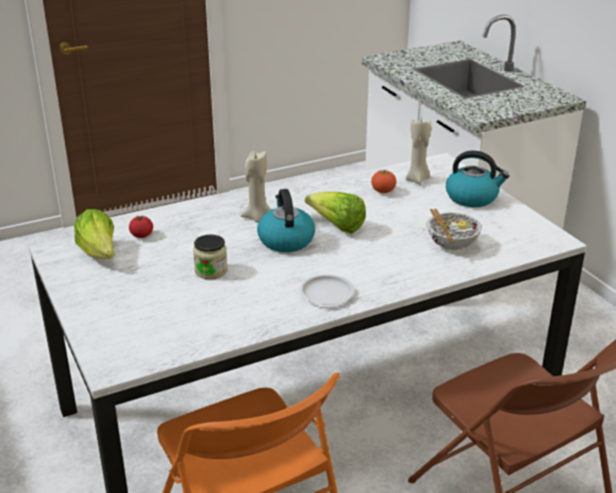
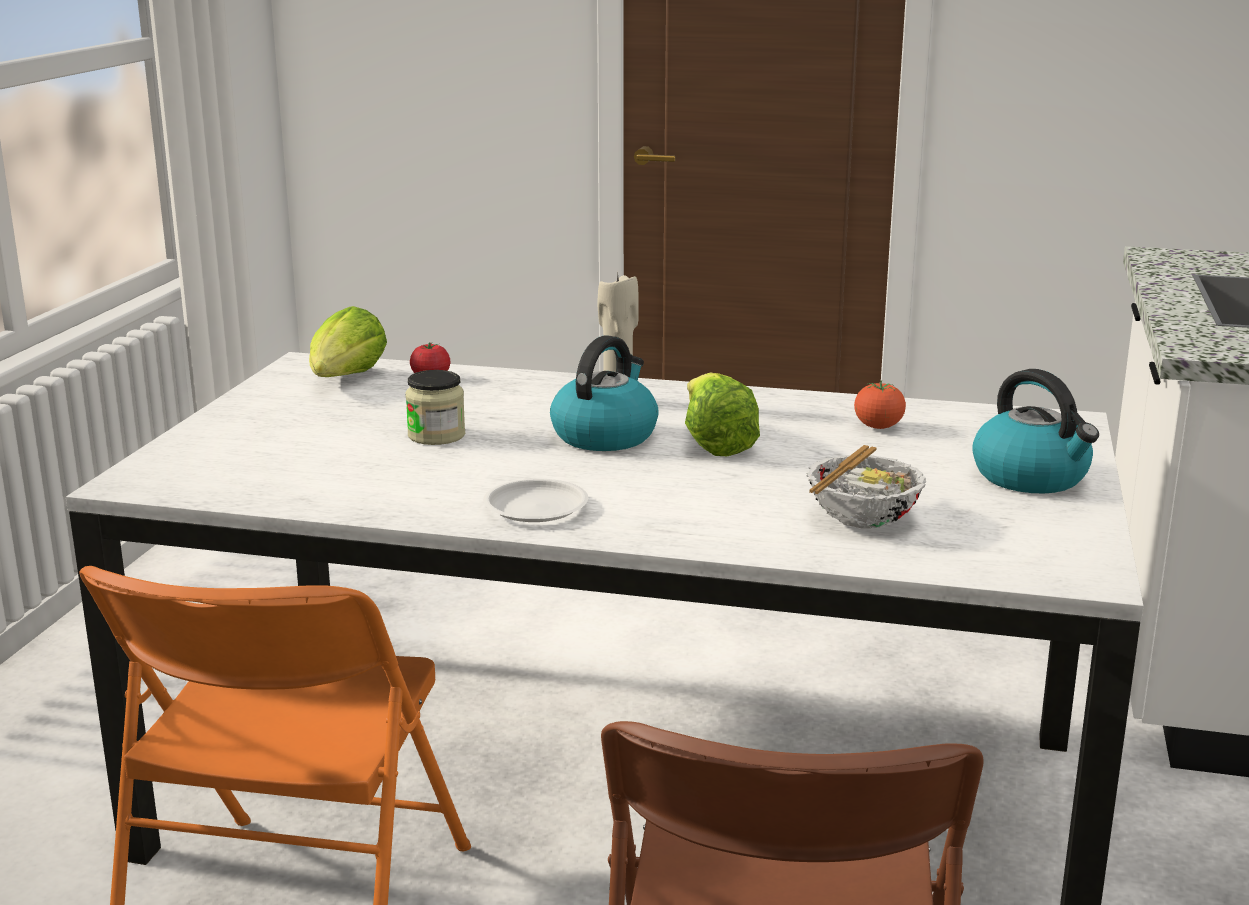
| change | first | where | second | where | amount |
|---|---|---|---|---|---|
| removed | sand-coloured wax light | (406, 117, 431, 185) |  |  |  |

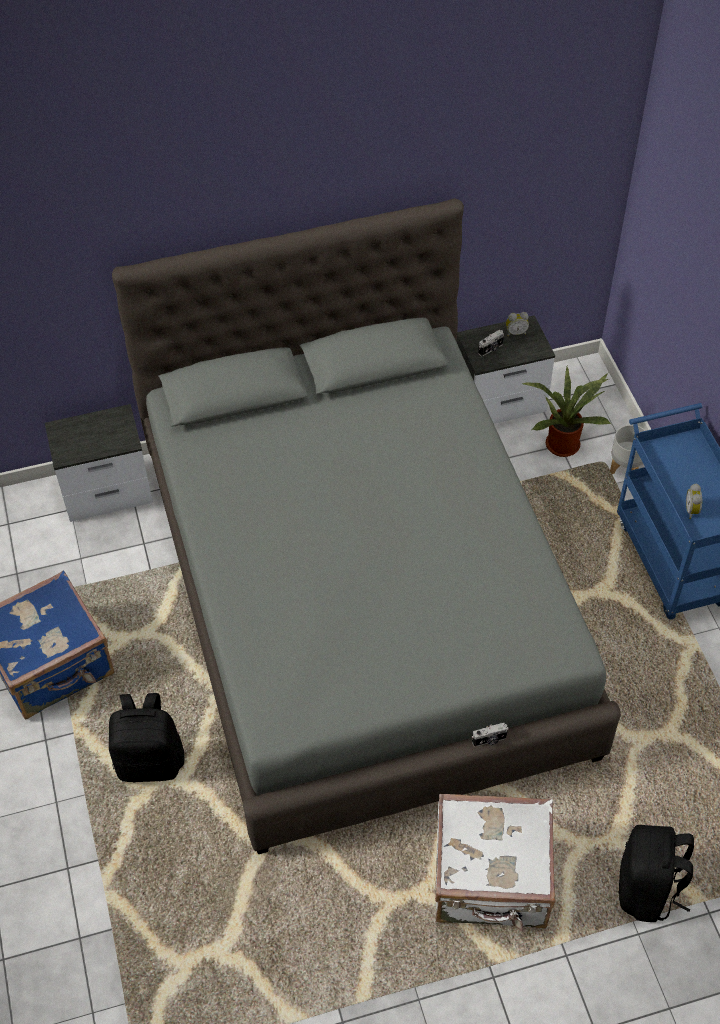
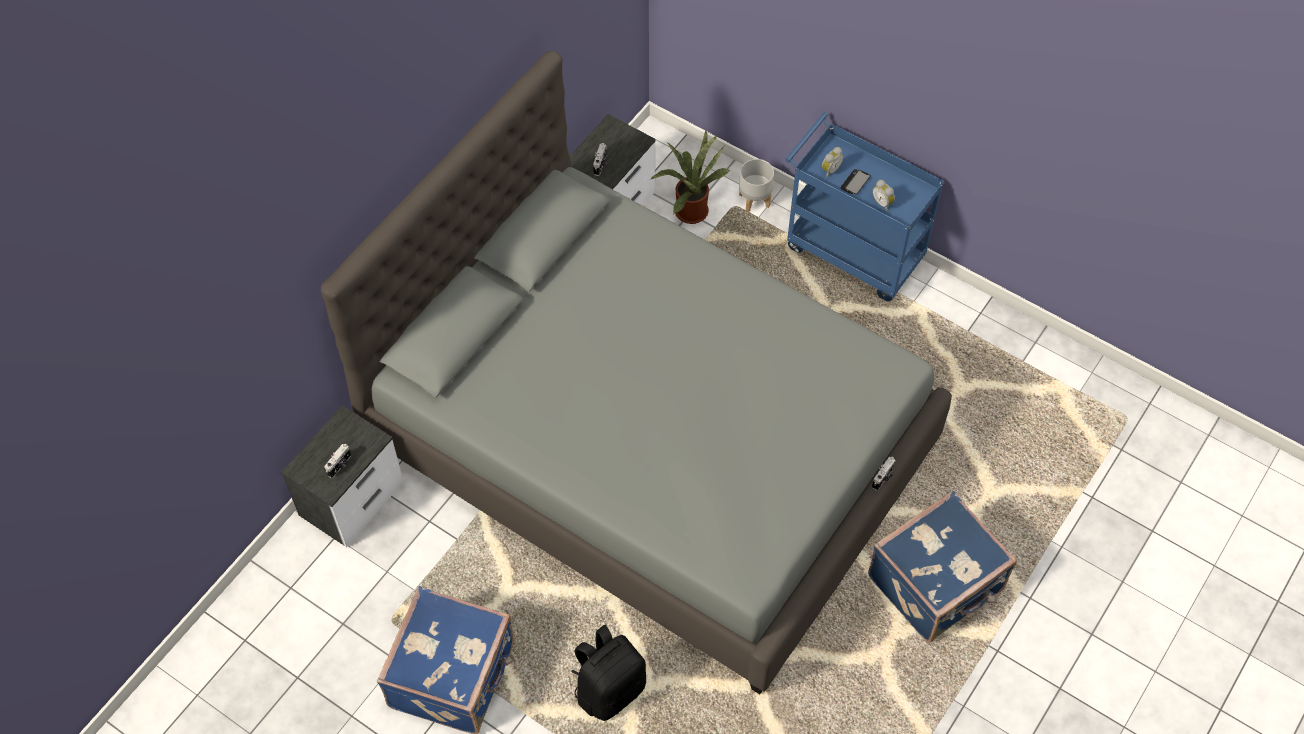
| change | first | where | second | where | amount |
|---|---|---|---|---|---|
| moved | alarm clock | (506, 312, 529, 336) |  | (822, 147, 844, 177) |  |
| recoloured | white piece of luggage | (435, 794, 555, 931) | blue-coloured piece of luggage | (868, 491, 1017, 643) |  |
| removed | black-coloured backpack | (619, 825, 694, 922) |  |  |  |
| added |  |  | handset | (840, 169, 871, 194) |  |
| added |  |  | photo camera | (324, 444, 351, 478) |  |

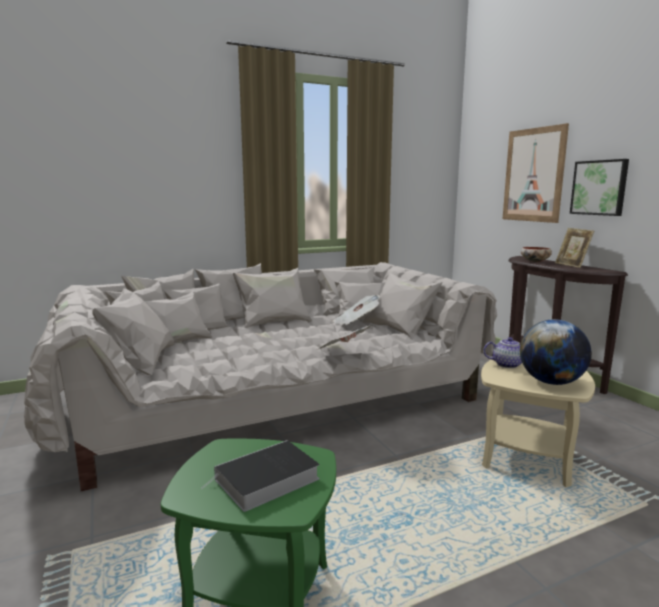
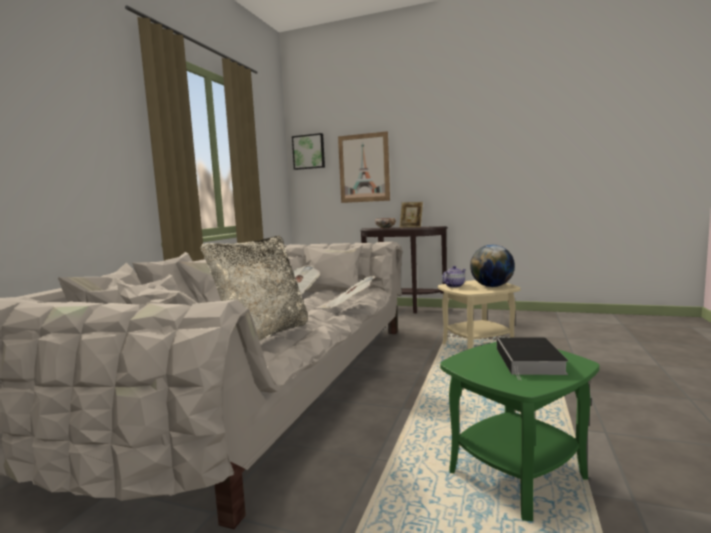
| change | first | where | second | where | amount |
|---|---|---|---|---|---|
| moved | wall picture | (570, 159, 629, 216) |  | (292, 133, 325, 170) |  |
| added |  |  | sand-coloured pillow | (201, 235, 308, 340) |  |

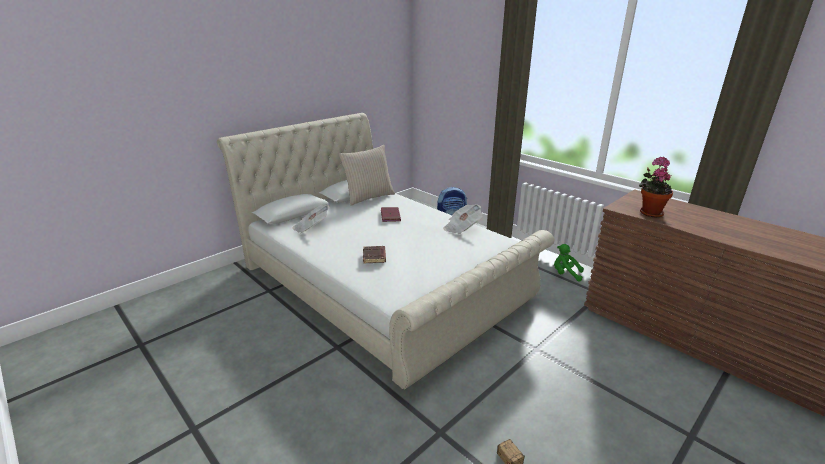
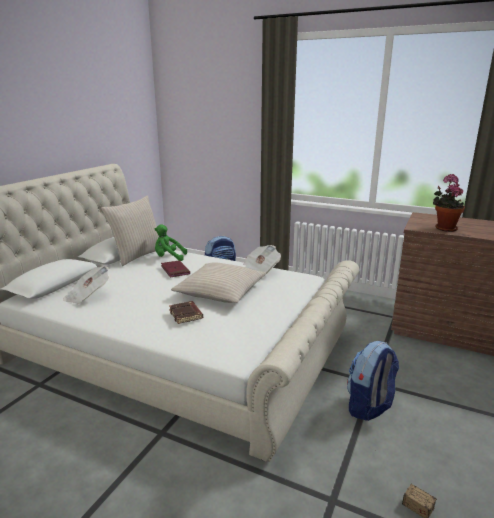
| change | first | where | second | where | amount |
|---|---|---|---|---|---|
| moved | green cuddly toy | (554, 244, 584, 281) |  | (154, 224, 187, 261) |  |
| added |  |  | sand-coloured pillow | (171, 262, 266, 303) |  |
| added |  |  | backpack | (347, 341, 399, 421) |  |

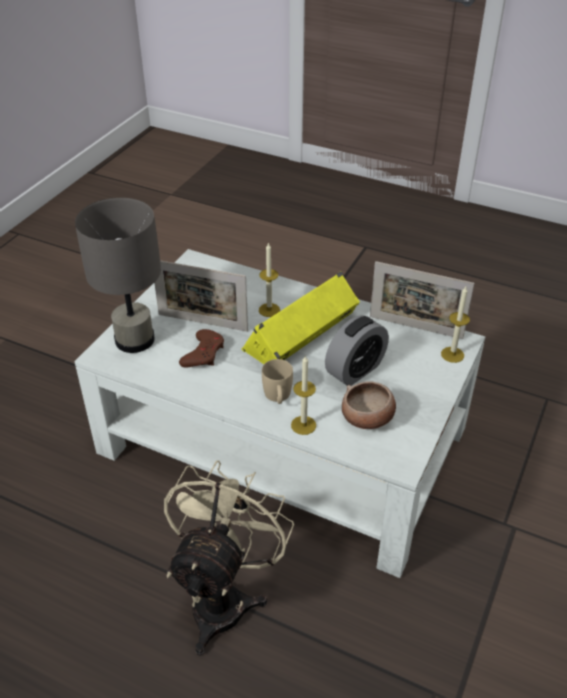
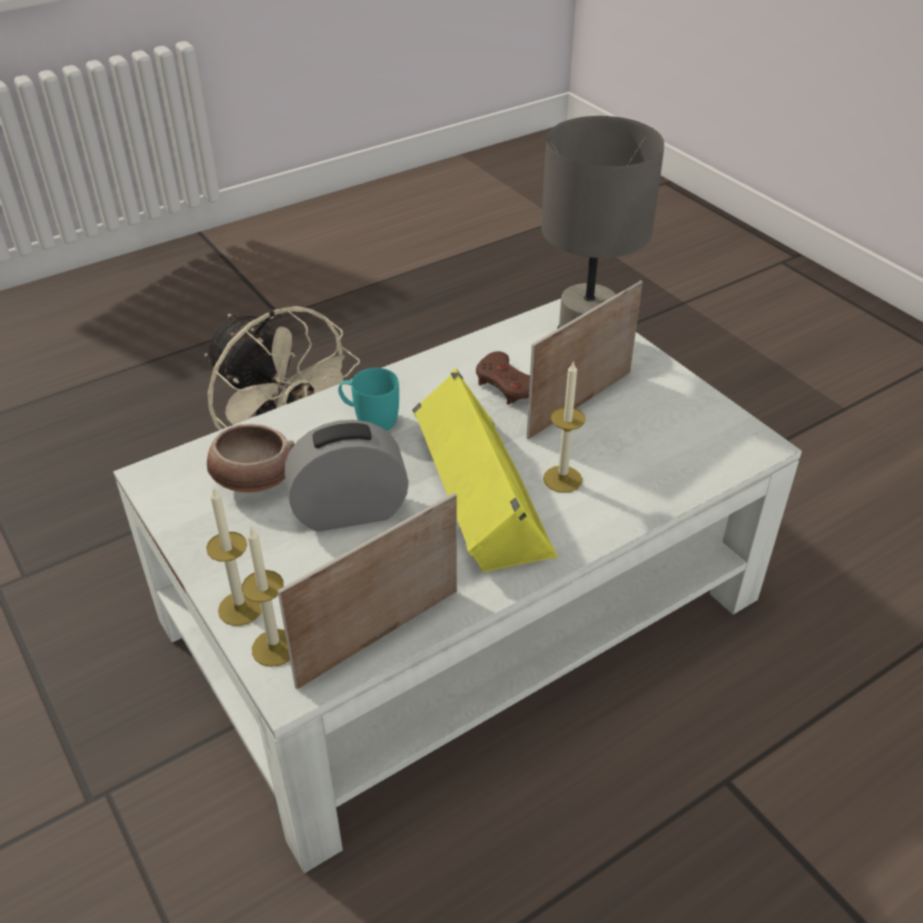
| change | first | where | second | where | amount |
|---|---|---|---|---|---|
| turned | alarm clock | (325, 315, 389, 386) |  | (285, 420, 409, 532) | 90 degrees clockwise |
| moved | wax light | (291, 355, 316, 435) |  | (206, 487, 262, 626) |  |
| recoloured | sand-coloured coffee mug | (262, 359, 293, 404) | turquoise coffee mug | (338, 368, 399, 431) |  |

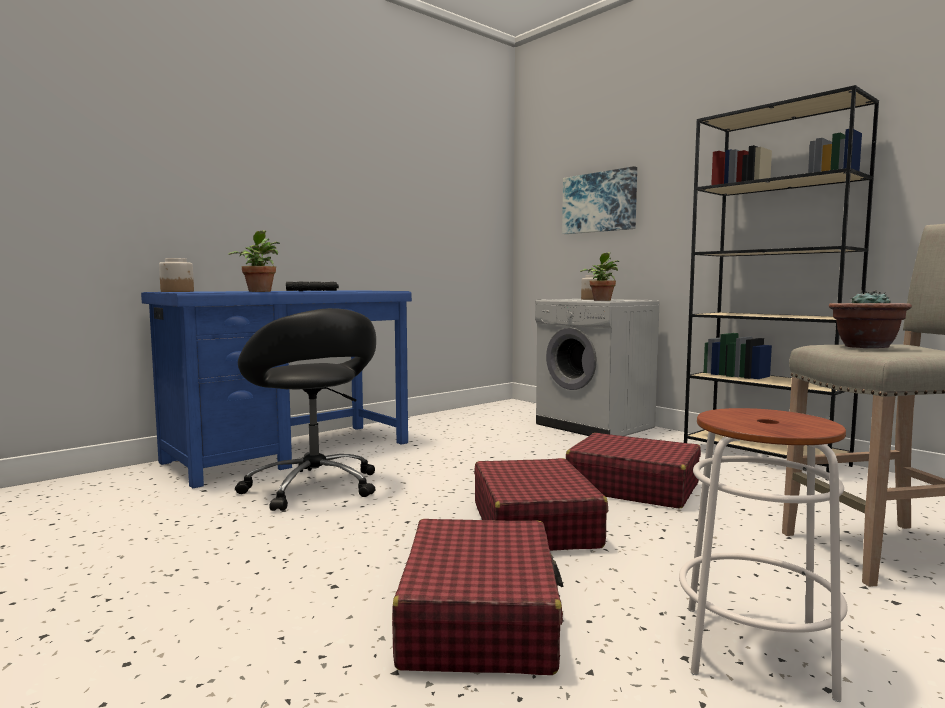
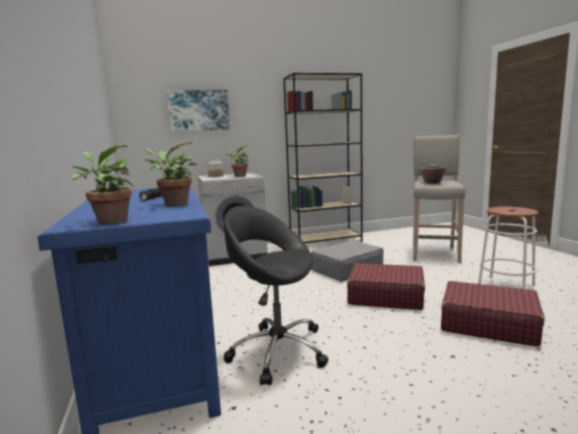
| change | first | where | second | where | amount |
|---|---|---|---|---|---|
| replaced | jar | (159, 258, 194, 292) | plant in a pot | (71, 145, 135, 225) |  |
| turned | black-coloured desk chair | (235, 308, 376, 511) |  | (224, 206, 328, 385) | 150 degrees counterclockwise |
| recoloured | reddish piece of luggage | (566, 433, 701, 509) | gray piece of luggage | (311, 240, 384, 282) |  |

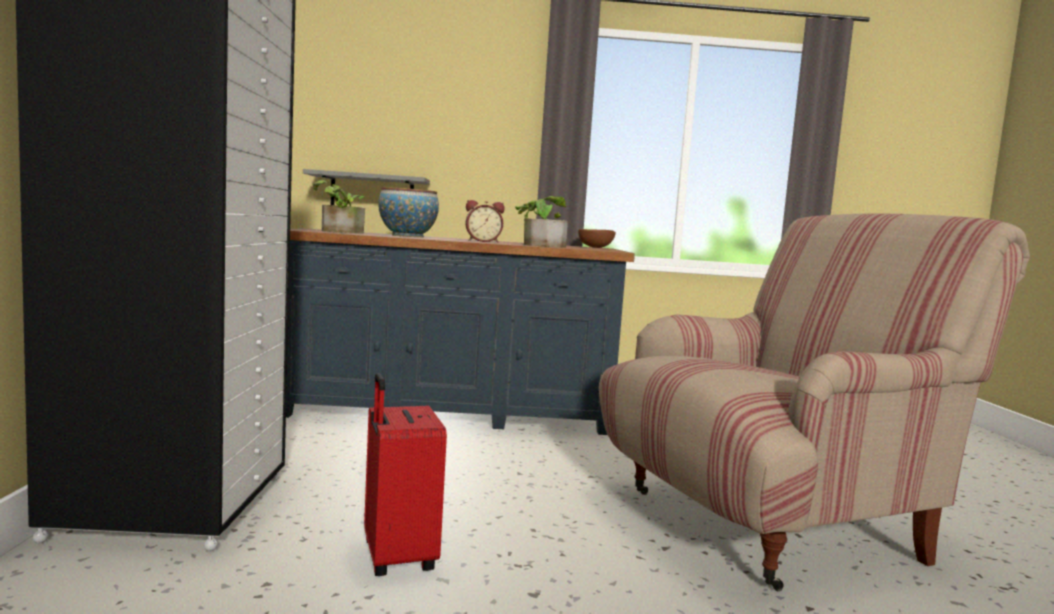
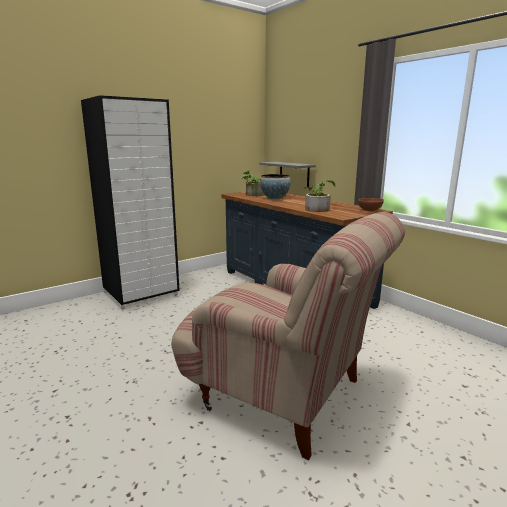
| change | first | where | second | where | amount |
|---|---|---|---|---|---|
| removed | alarm clock | (466, 200, 504, 243) |  |  |  |
| removed | reddish piece of luggage | (364, 373, 447, 576) |  |  |  |

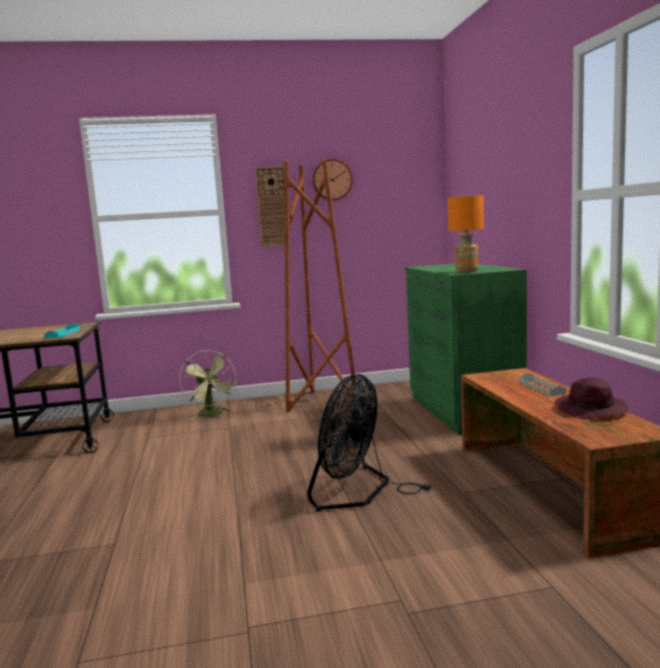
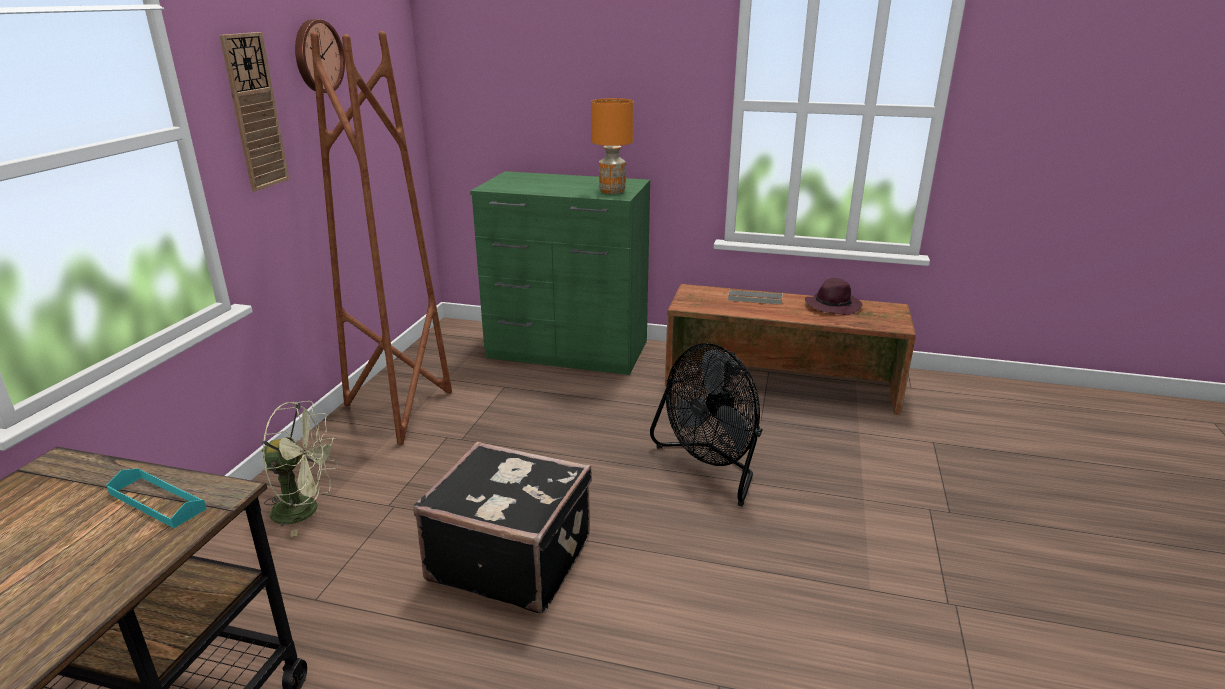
| change | first | where | second | where | amount |
|---|---|---|---|---|---|
| added |  |  | black-coloured piece of luggage | (413, 442, 592, 613) |  |

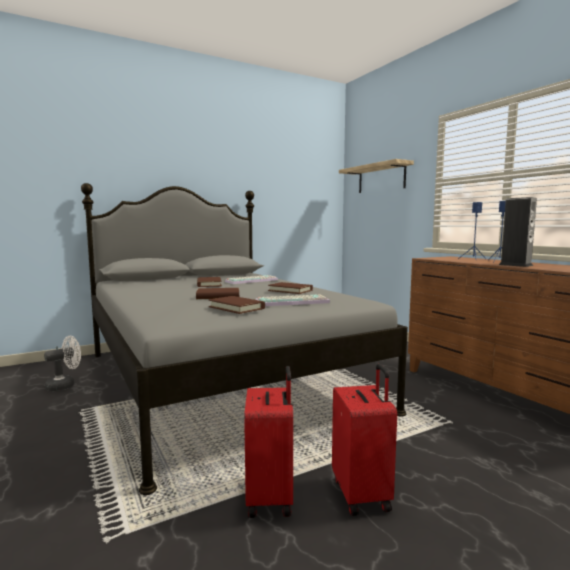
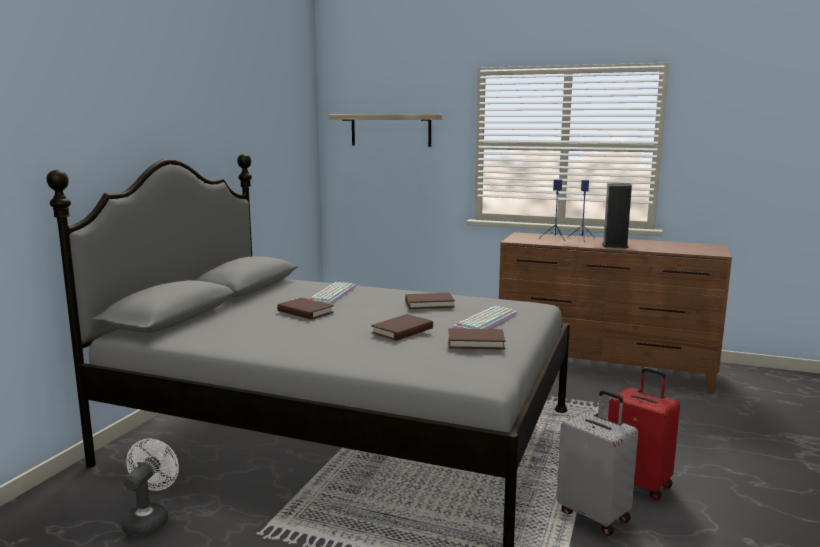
| change | first | where | second | where | amount |
|---|---|---|---|---|---|
| recoloured | reddish piece of luggage | (244, 366, 293, 518) | gray piece of luggage | (556, 390, 638, 536) |  |

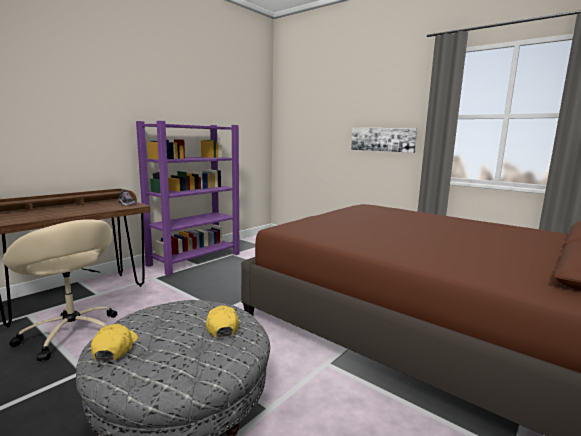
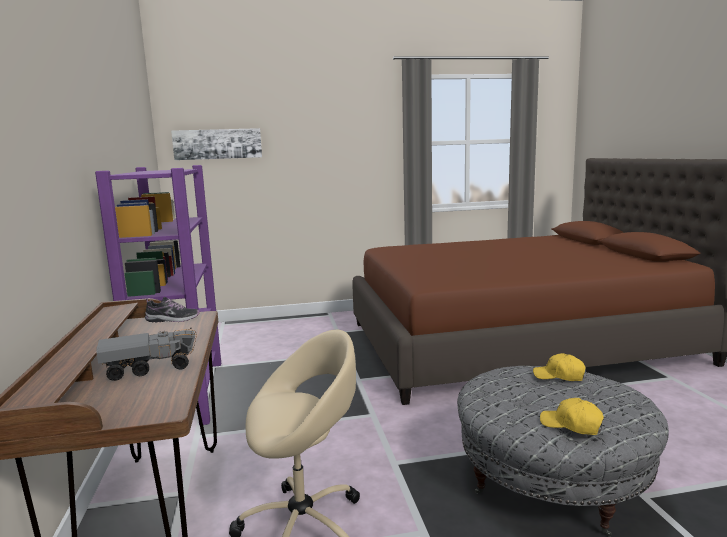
| change | first | where | second | where | amount |
|---|---|---|---|---|---|
| moved | wall picture | (351, 128, 417, 153) |  | (171, 128, 262, 160) |  |
| added |  |  | model truck | (96, 328, 197, 381) |  |

